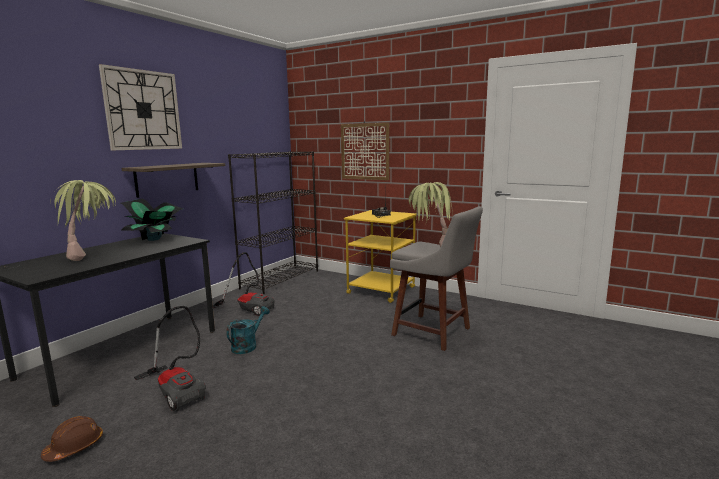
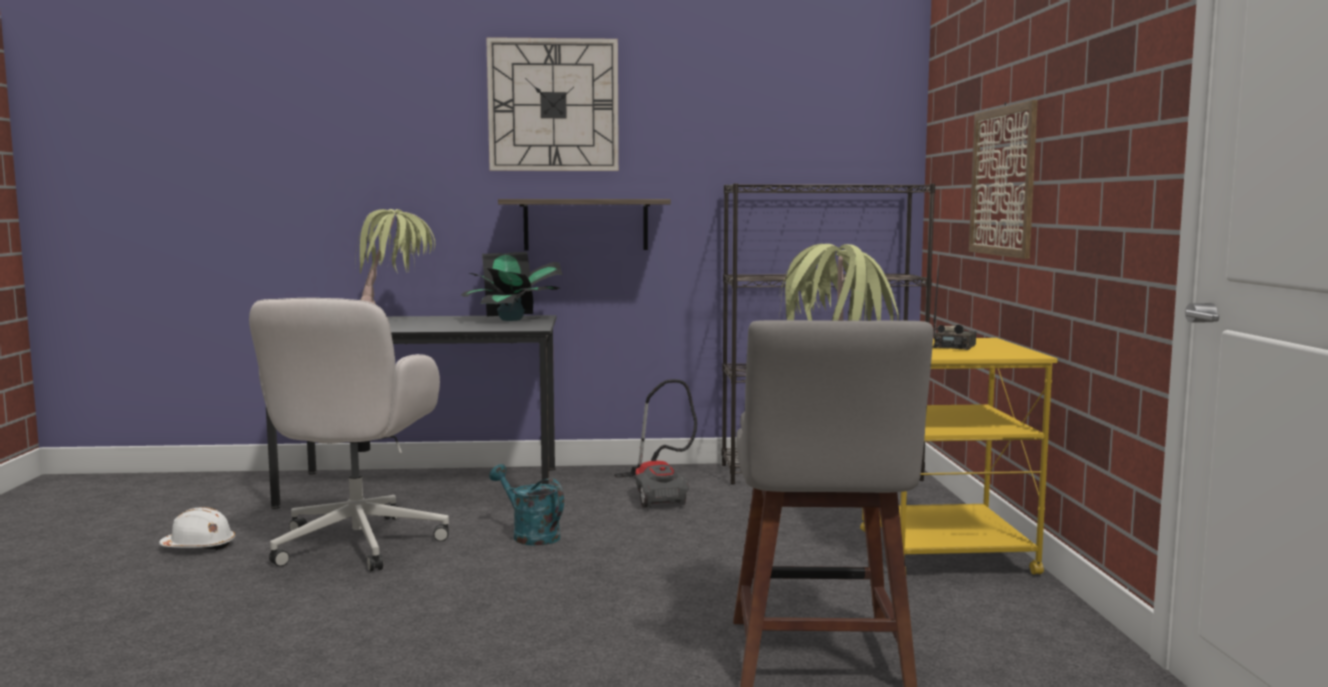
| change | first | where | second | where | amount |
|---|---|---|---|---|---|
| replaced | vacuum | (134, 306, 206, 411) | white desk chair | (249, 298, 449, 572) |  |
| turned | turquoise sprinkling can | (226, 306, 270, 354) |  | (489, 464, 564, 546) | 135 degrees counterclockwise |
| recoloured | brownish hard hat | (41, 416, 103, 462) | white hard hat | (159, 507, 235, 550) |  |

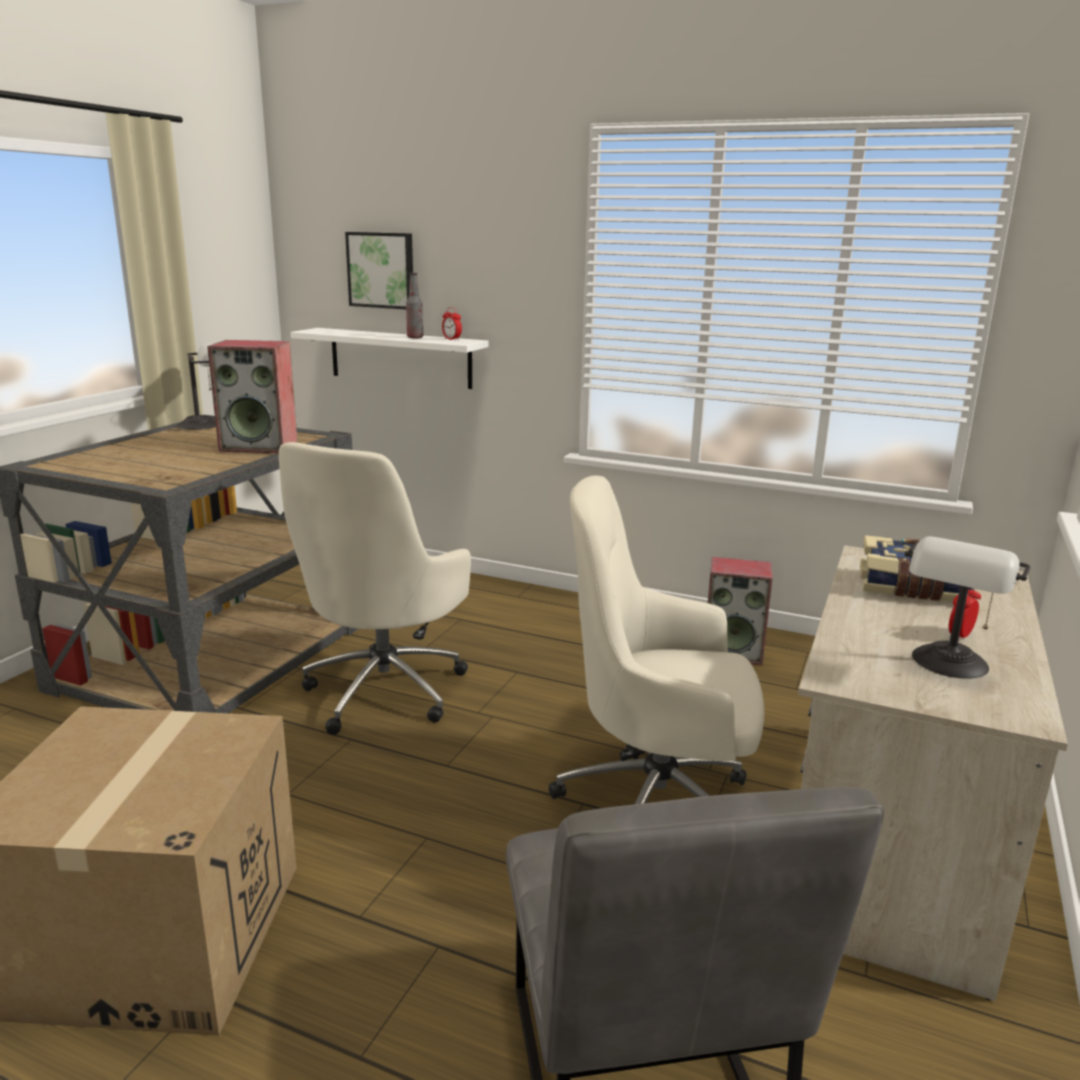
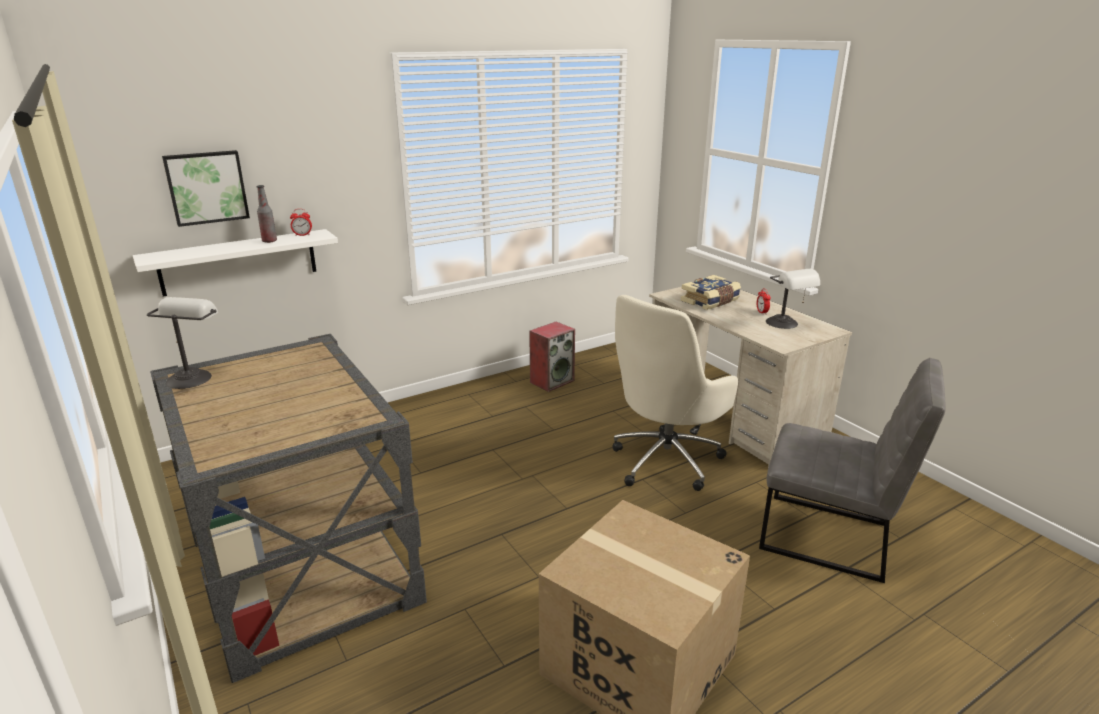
| change | first | where | second | where | amount |
|---|---|---|---|---|---|
| removed | speaker | (207, 340, 298, 453) |  |  |  |
| removed | sand-coloured desk chair | (279, 442, 471, 735) |  |  |  |

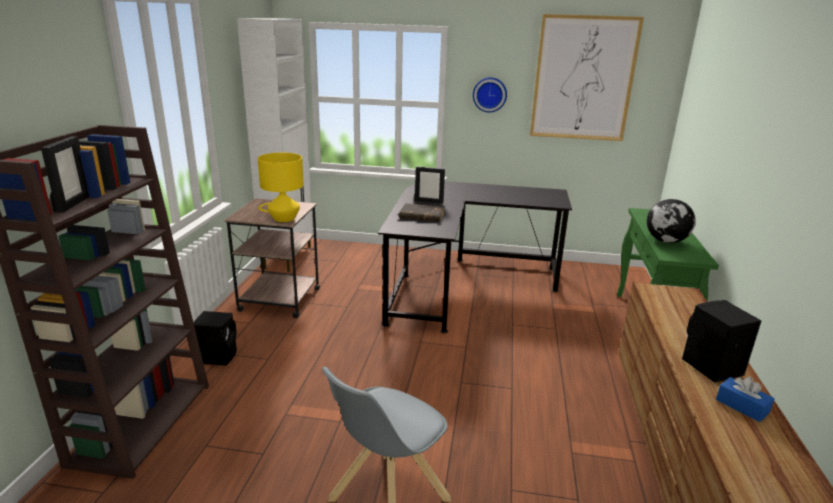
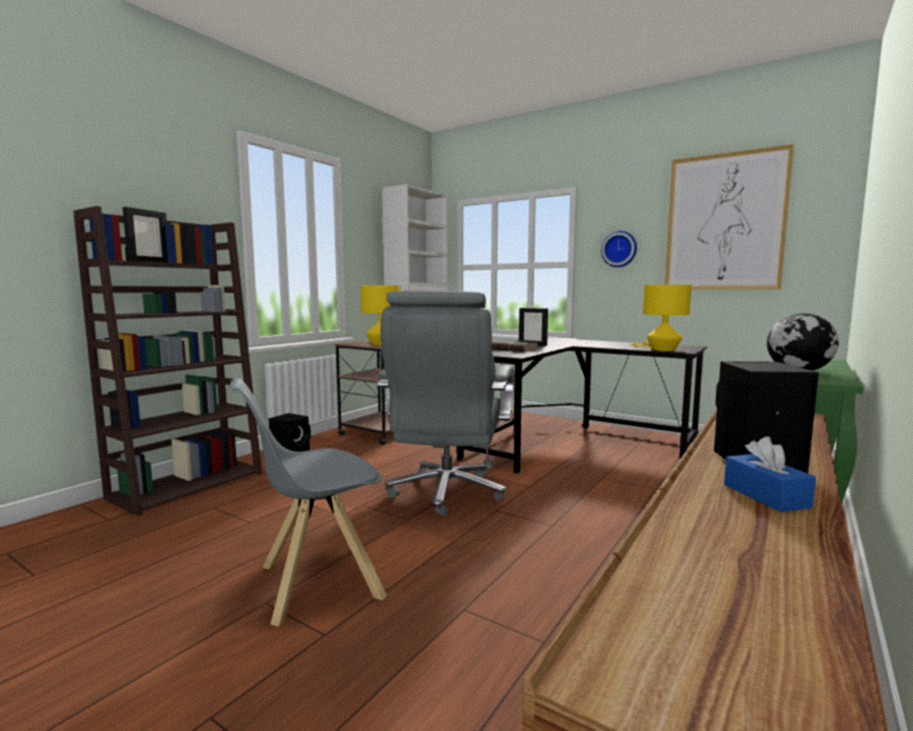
| change | first | where | second | where | amount |
|---|---|---|---|---|---|
| added |  |  | yellow-coloured table lamp | (630, 285, 691, 351) |  |
| added |  |  | gray desk chair | (377, 291, 514, 516) |  |

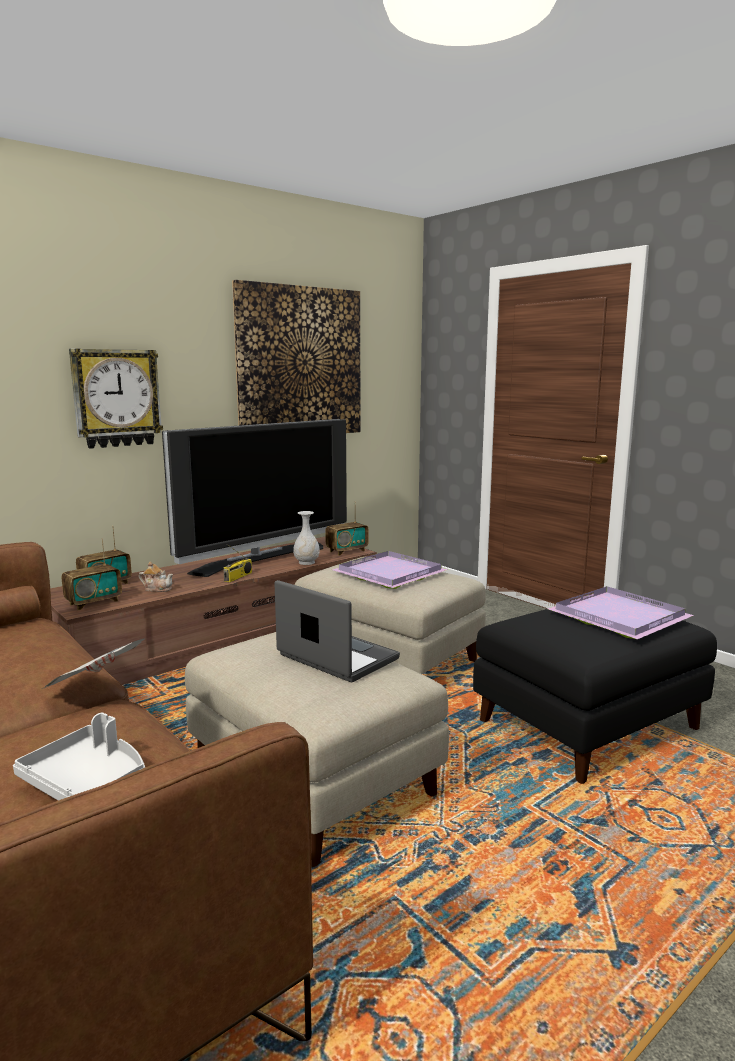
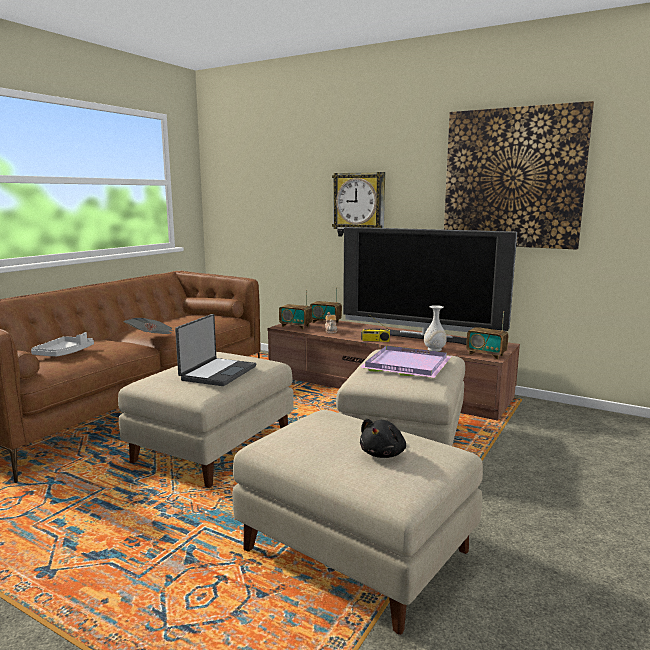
| change | first | where | second | where | amount |
|---|---|---|---|---|---|
| replaced | purple tray | (548, 586, 694, 639) | black-coloured cuddly toy | (360, 419, 406, 458) |  |
| recoloured | black-coloured footrest | (473, 609, 717, 784) | sand-coloured footrest | (233, 410, 483, 635) |  |

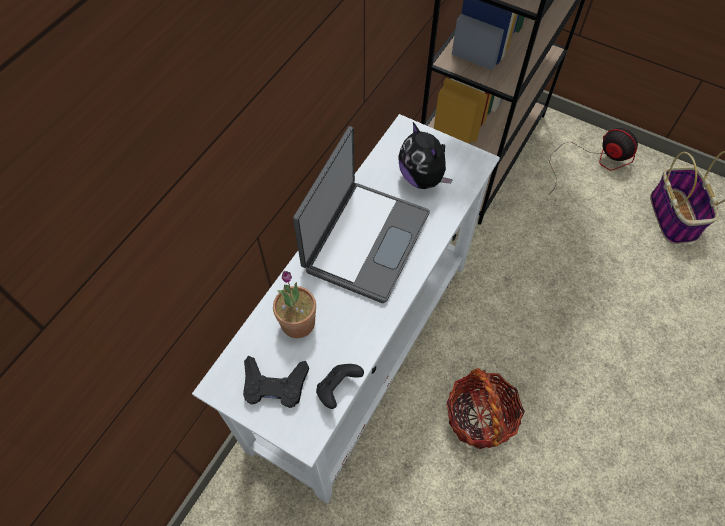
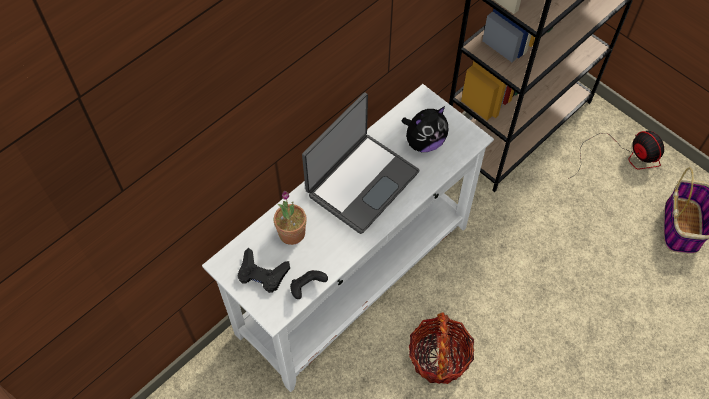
| change | first | where | second | where | amount |
|---|---|---|---|---|---|
| turned | cuddly toy | (398, 122, 453, 189) |  | (401, 106, 448, 152) | 105 degrees counterclockwise |

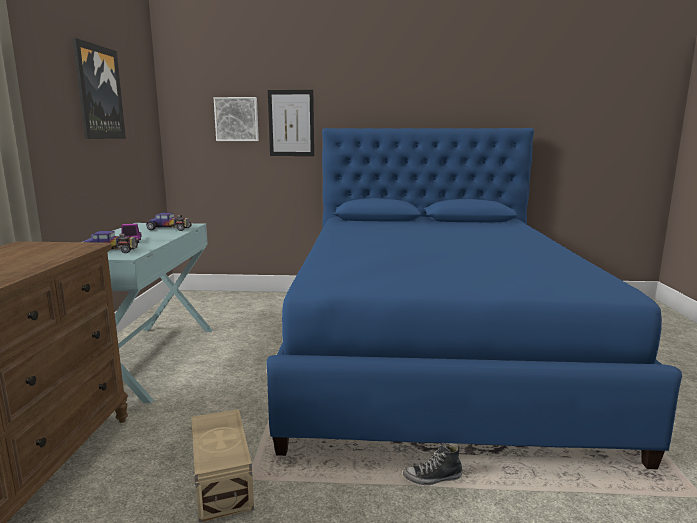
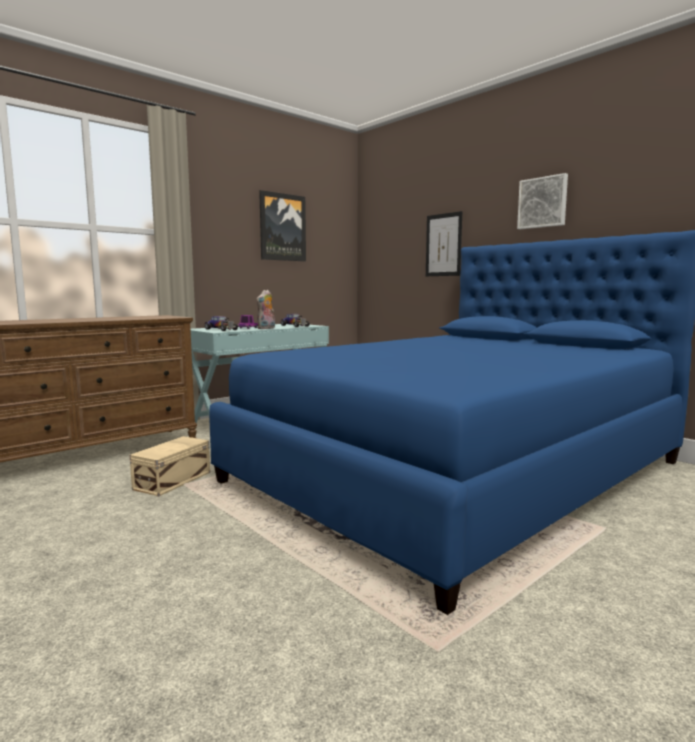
| change | first | where | second | where | amount |
|---|---|---|---|---|---|
| moved | wall picture | (214, 97, 259, 141) |  | (517, 173, 568, 229) |  |
| removed | low shoe | (403, 443, 462, 485) |  |  |  |
| added |  |  | cuddly toy | (256, 290, 275, 329) |  |

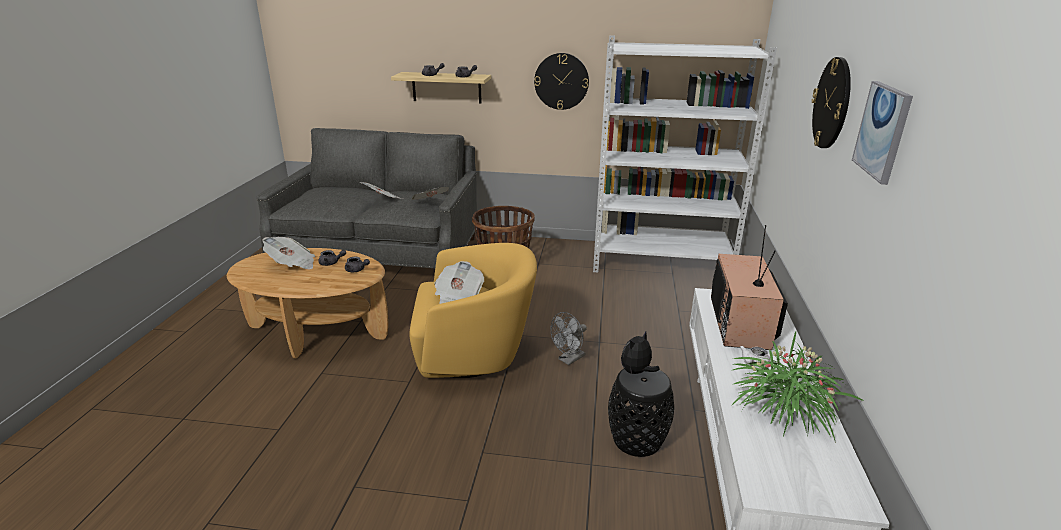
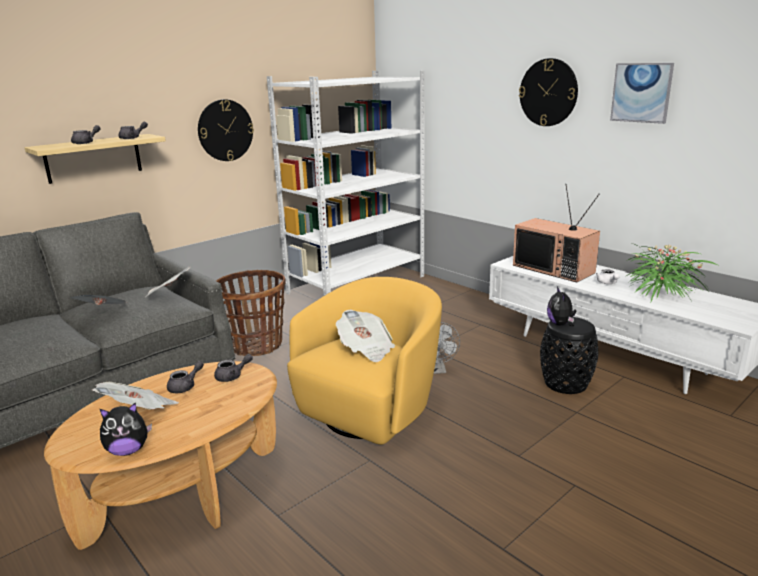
| change | first | where | second | where | amount |
|---|---|---|---|---|---|
| added |  |  | cuddly toy | (100, 403, 152, 456) |  |

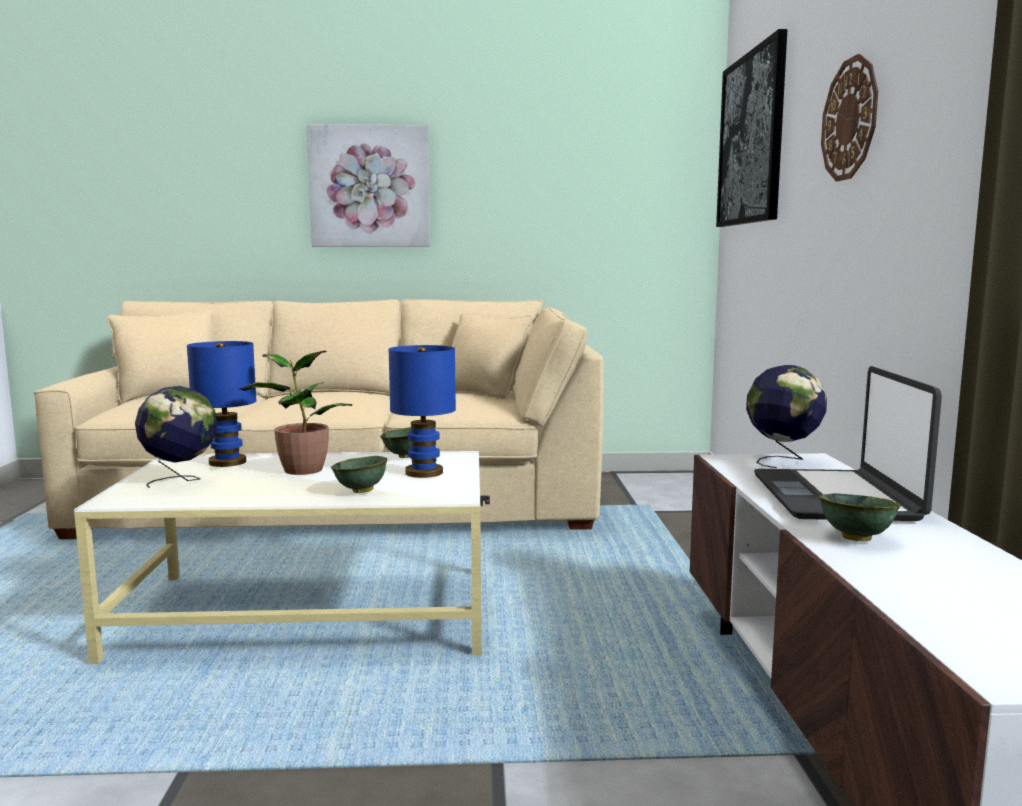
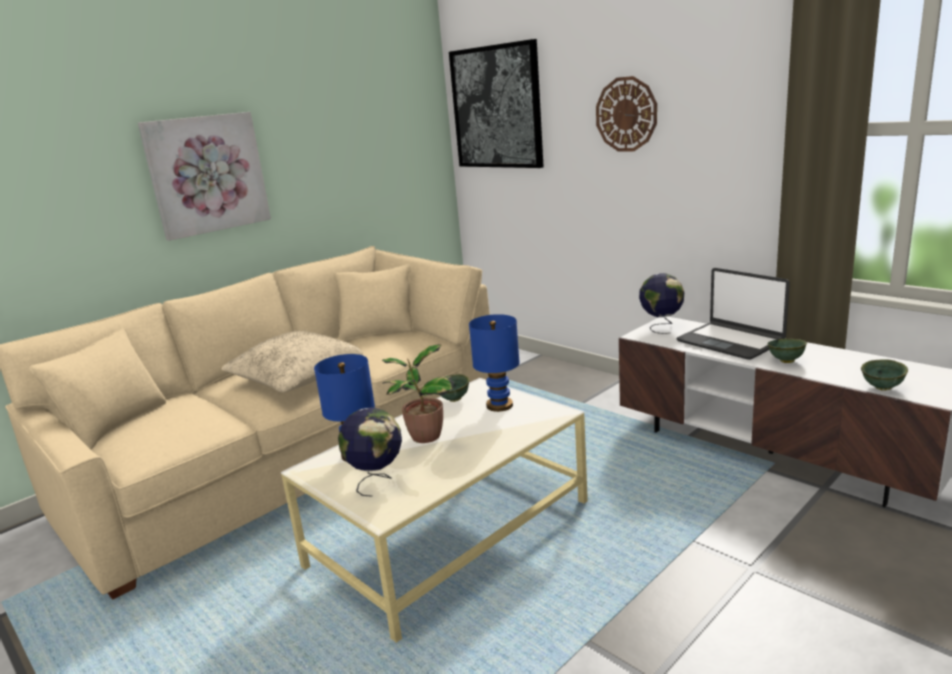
| change | first | where | second | where | amount |
|---|---|---|---|---|---|
| moved | green bowl | (331, 456, 387, 493) |  | (861, 359, 908, 390) |  |
| added |  |  | sand-coloured pillow | (222, 331, 363, 393) |  |

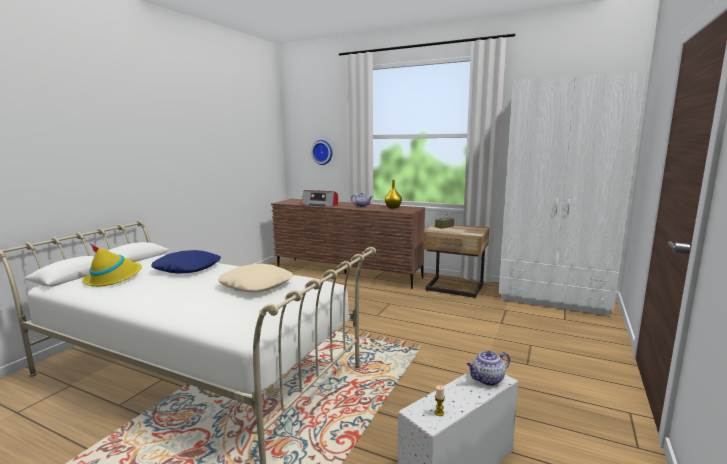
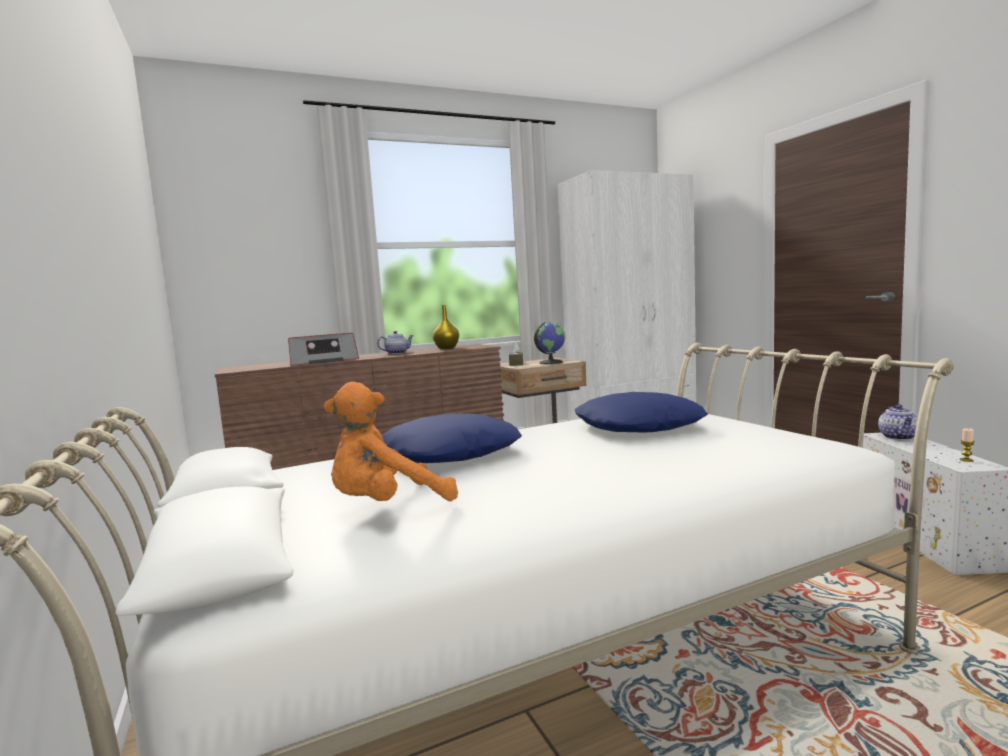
| change | first | where | second | where | amount |
|---|---|---|---|---|---|
| removed | wall clock | (311, 140, 332, 165) |  |  |  |
| replaced | yellow-coloured hat | (82, 243, 142, 287) | orangey cuddly toy | (324, 382, 458, 501) |  |
| recoloured | sand-coloured pillow | (218, 264, 293, 293) | blue-coloured pillow | (575, 392, 708, 432) |  |
| added |  |  | desk globe | (534, 322, 565, 364) |  |

